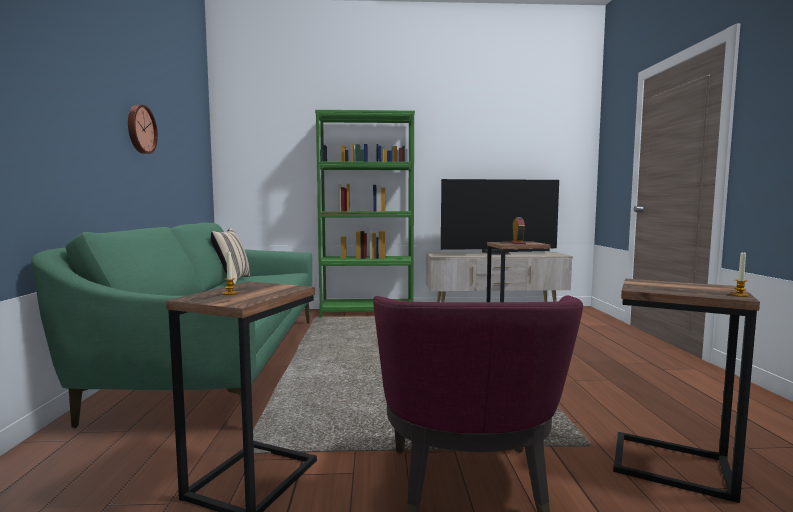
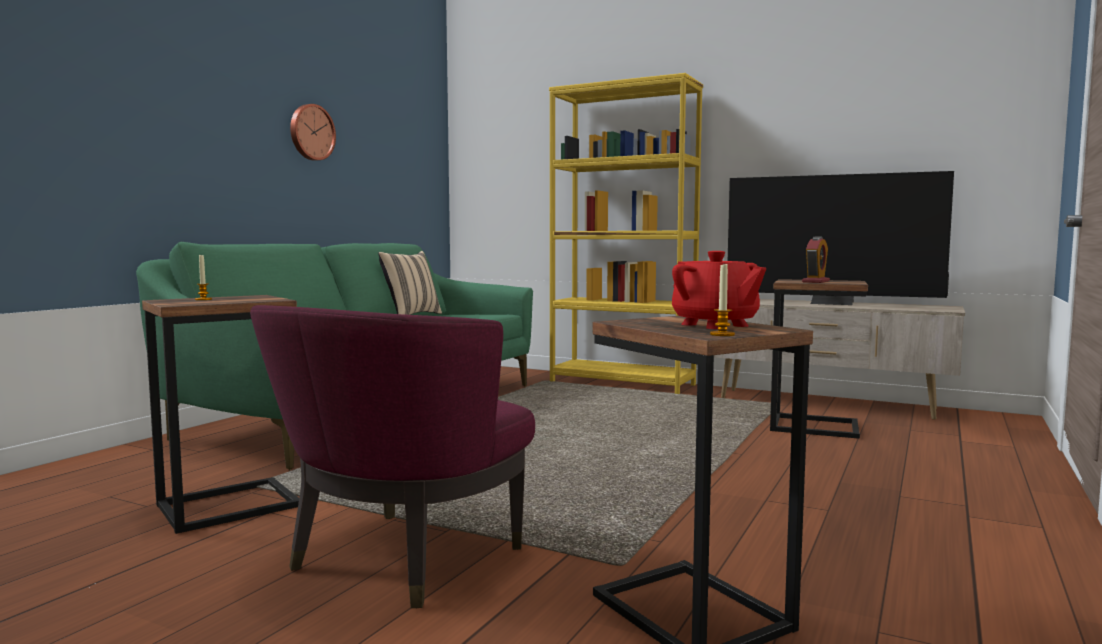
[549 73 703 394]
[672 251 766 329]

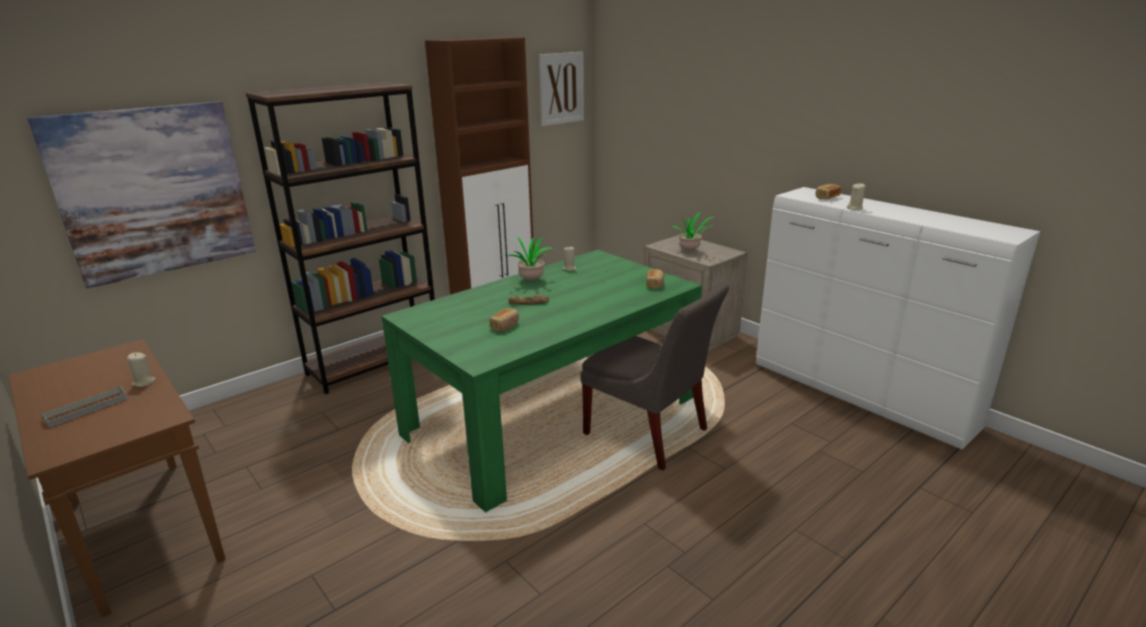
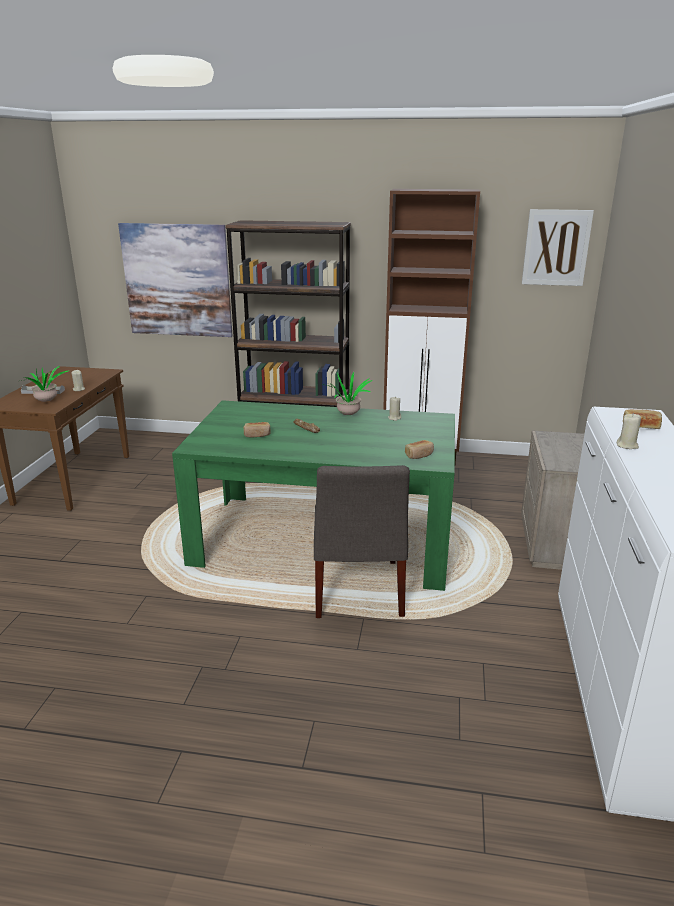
[21 366 70 402]

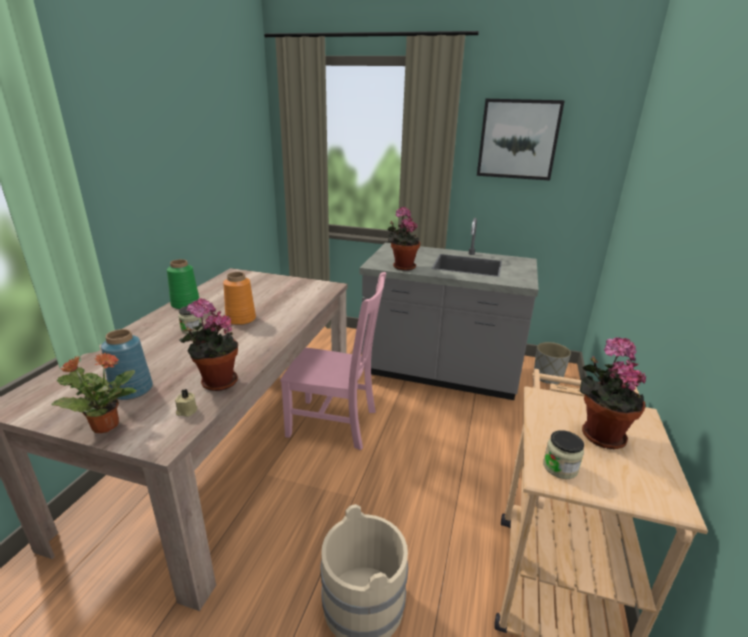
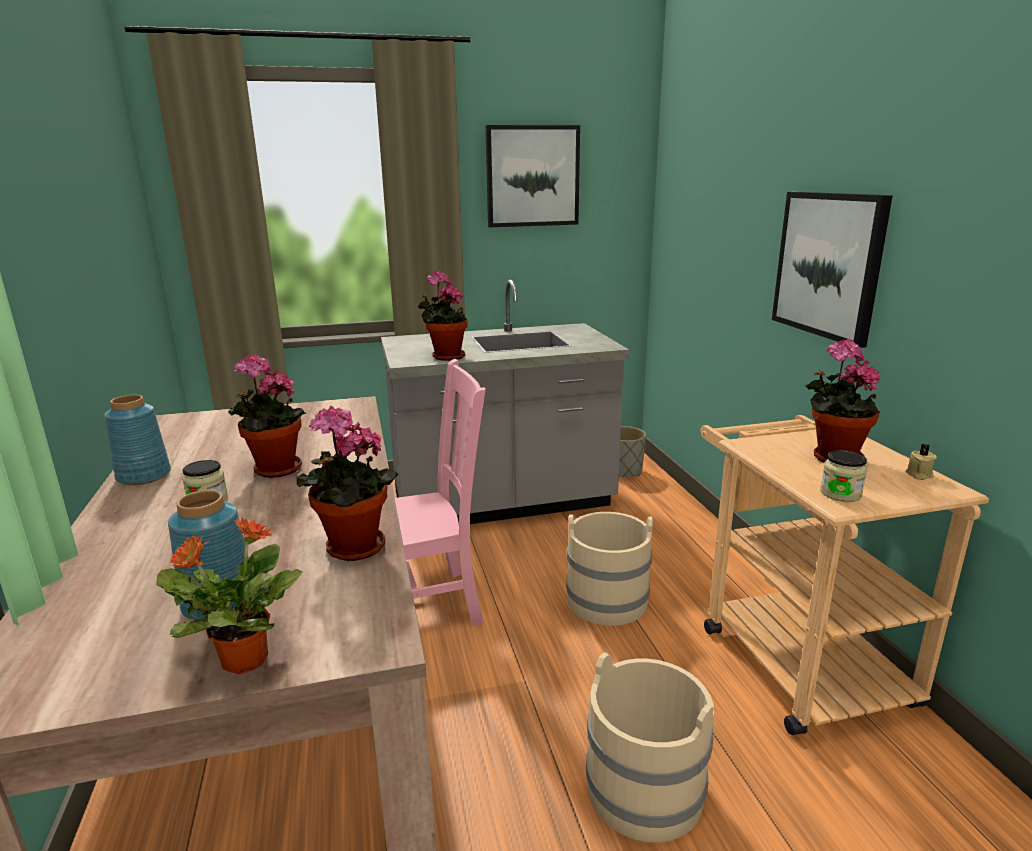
[104 395 171 485]
[905 444 937 480]
[228 354 306 478]
[566 512 653 626]
[772 192 893 348]

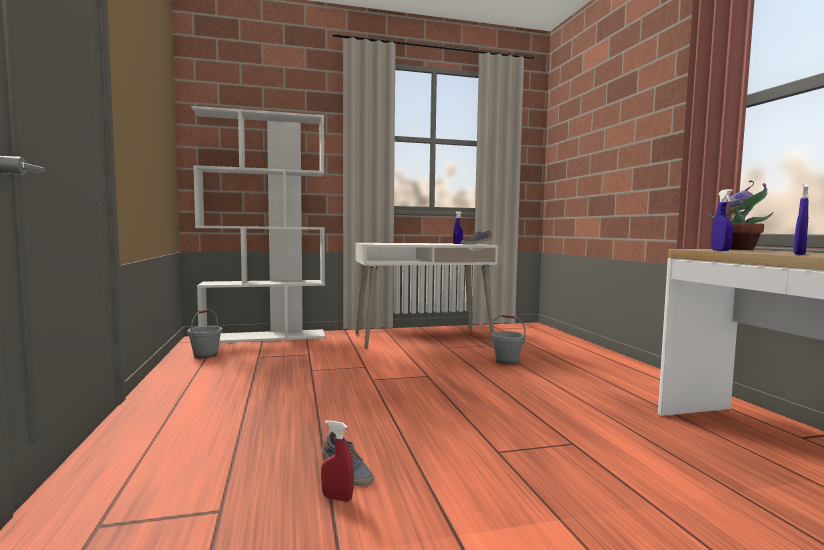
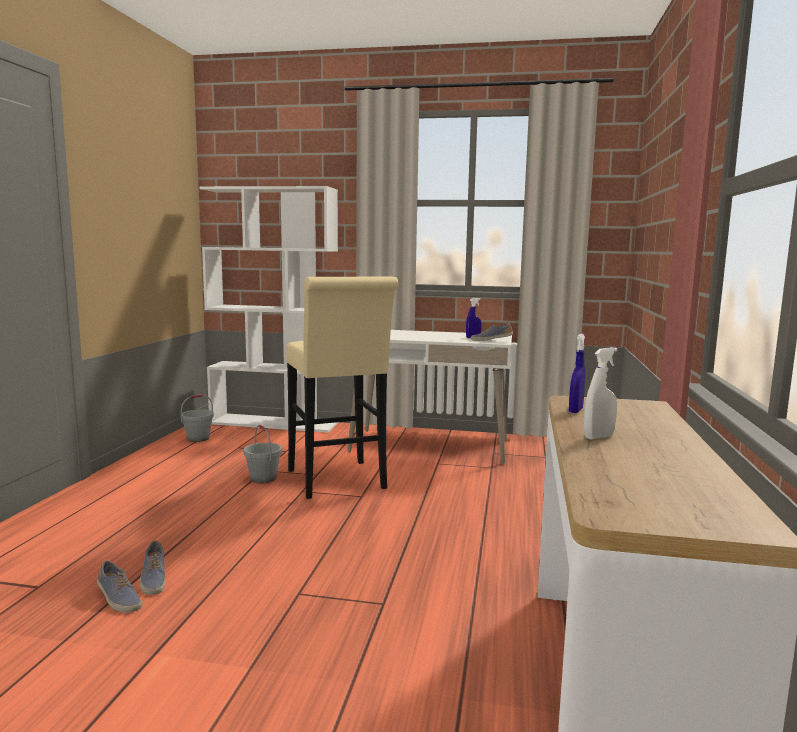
[97 560 142 613]
[244 424 282 483]
[707 180 773 250] (first image)
[584 347 618 440]
[286 277 399 499]

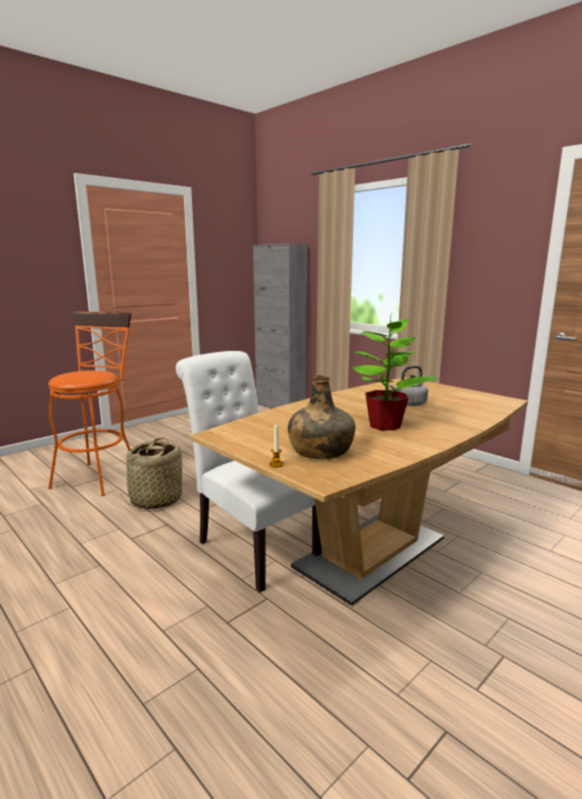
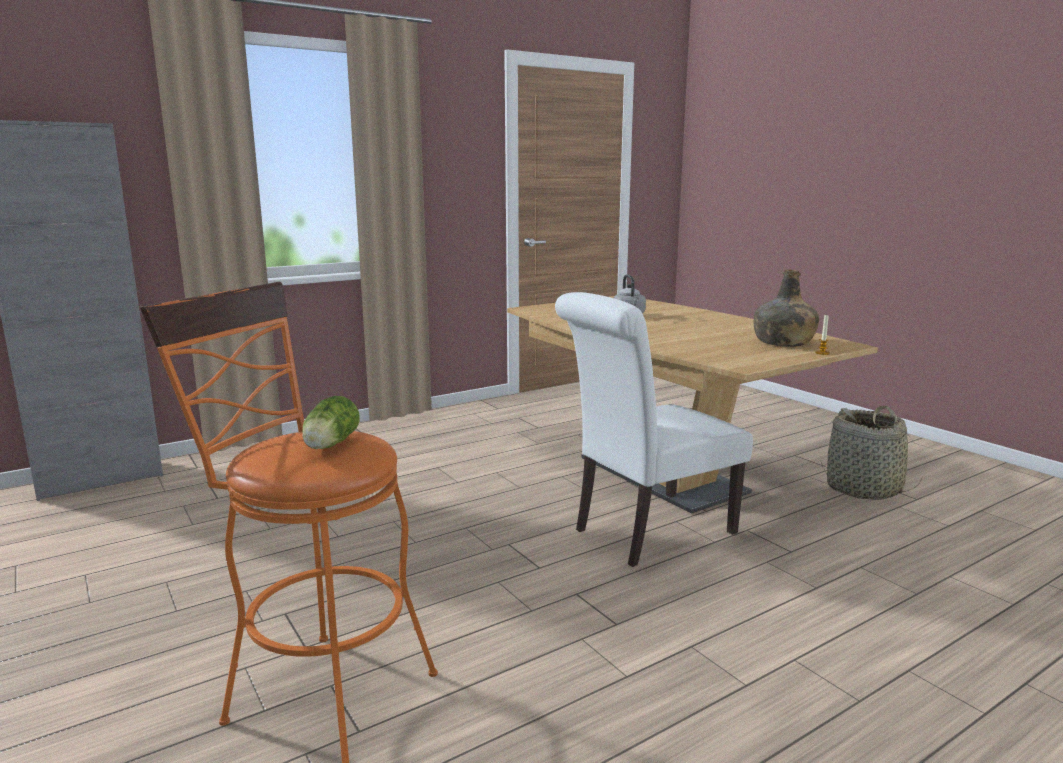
[821 406 923 500]
[352 317 439 431] (first image)
[302 396 360 449]

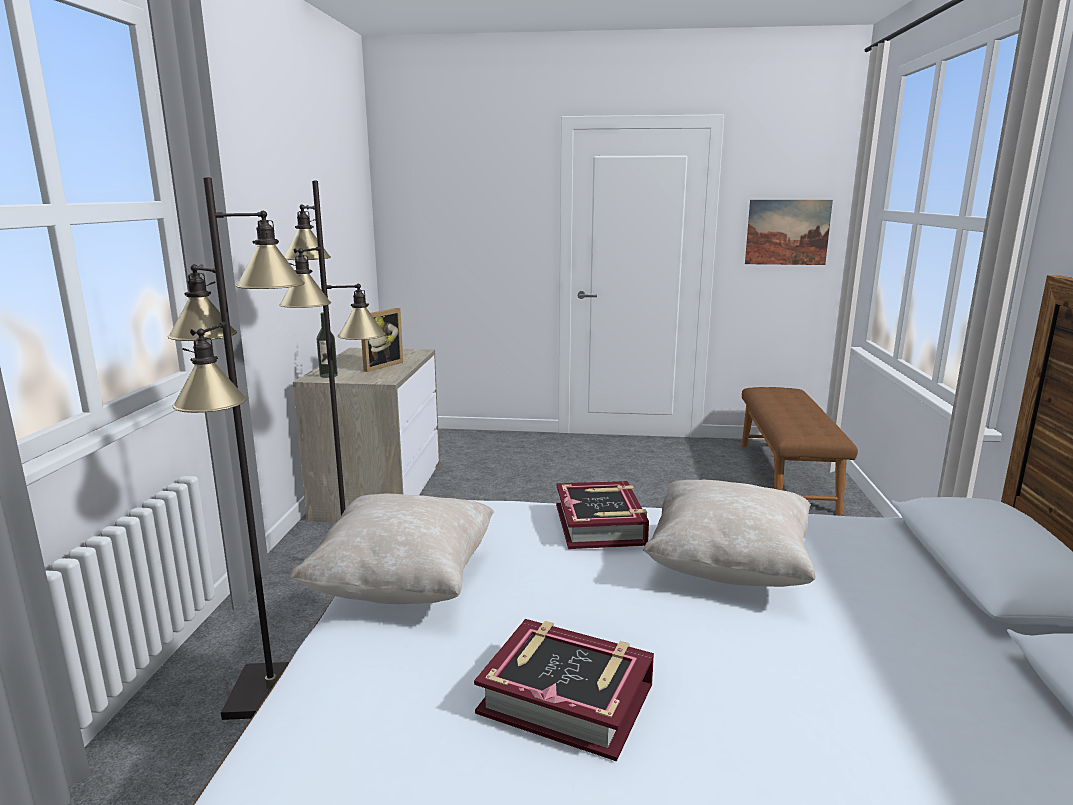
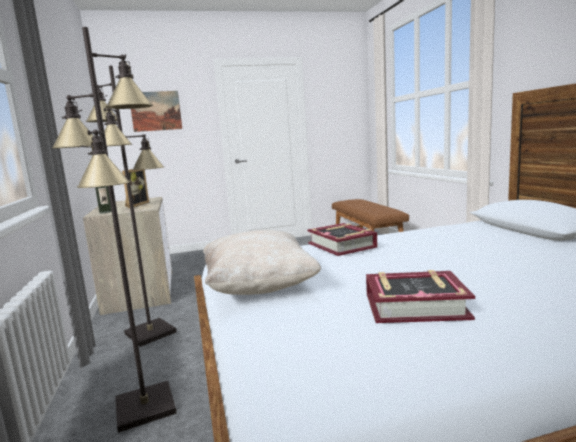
[643 480 816 587] (first image)
[131 91 182 132]

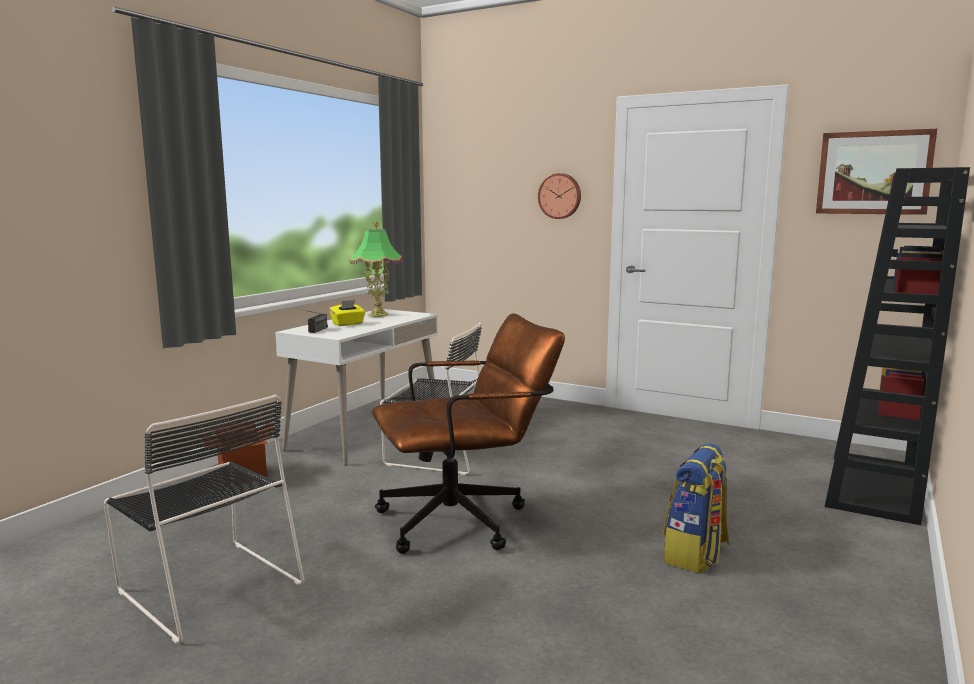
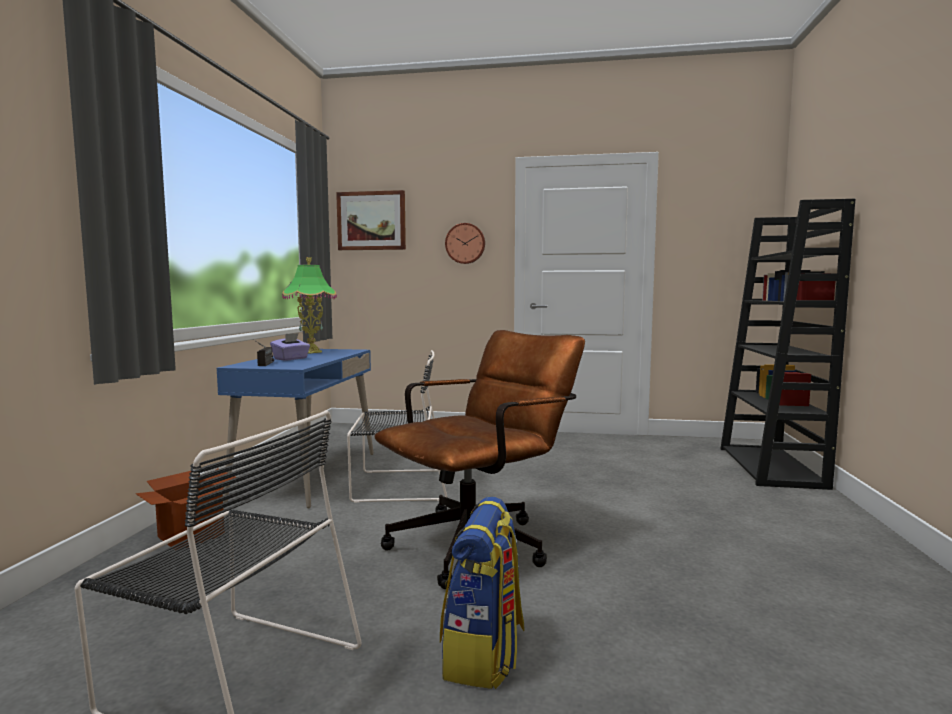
[217 349 374 508]
[270 333 310 361]
[440 497 525 689]
[336 190 406 250]

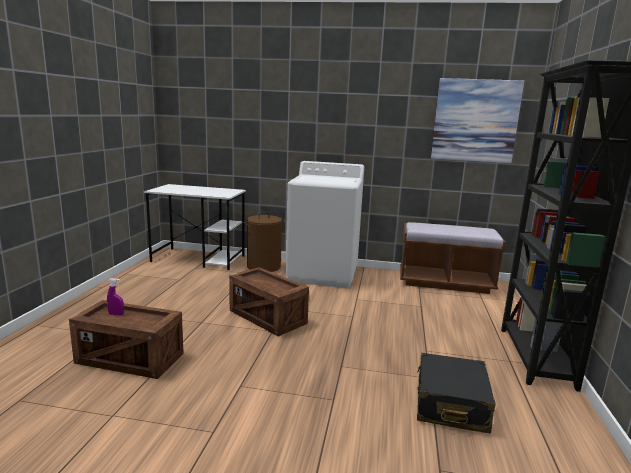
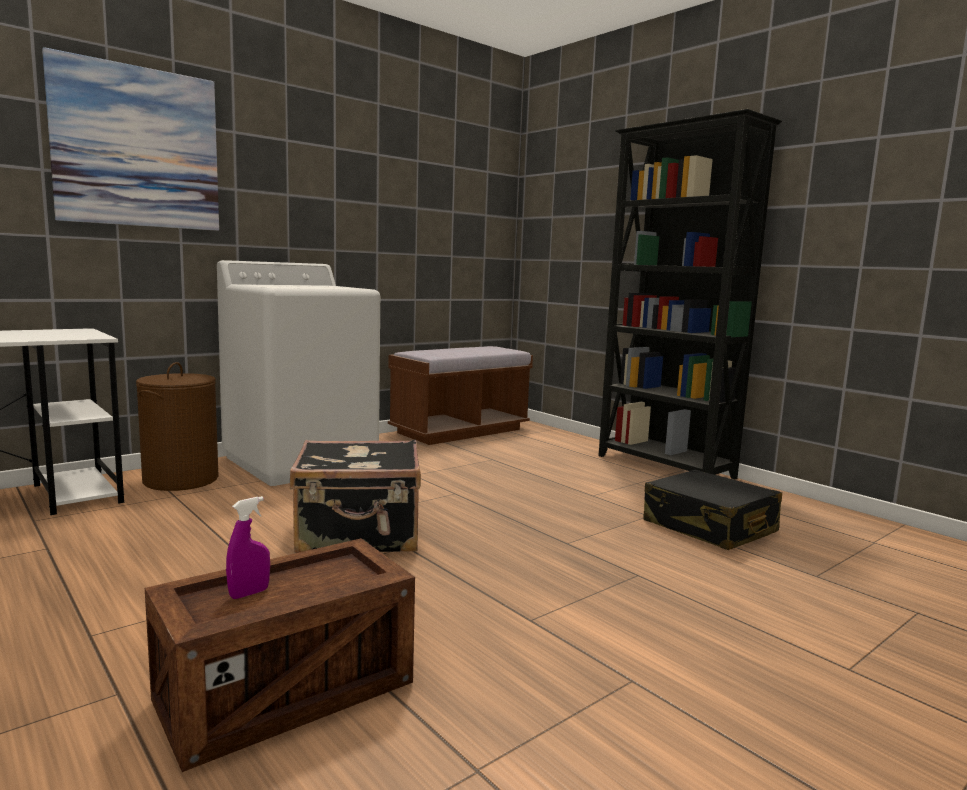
[290 440 421 553]
[42 47 219 231]

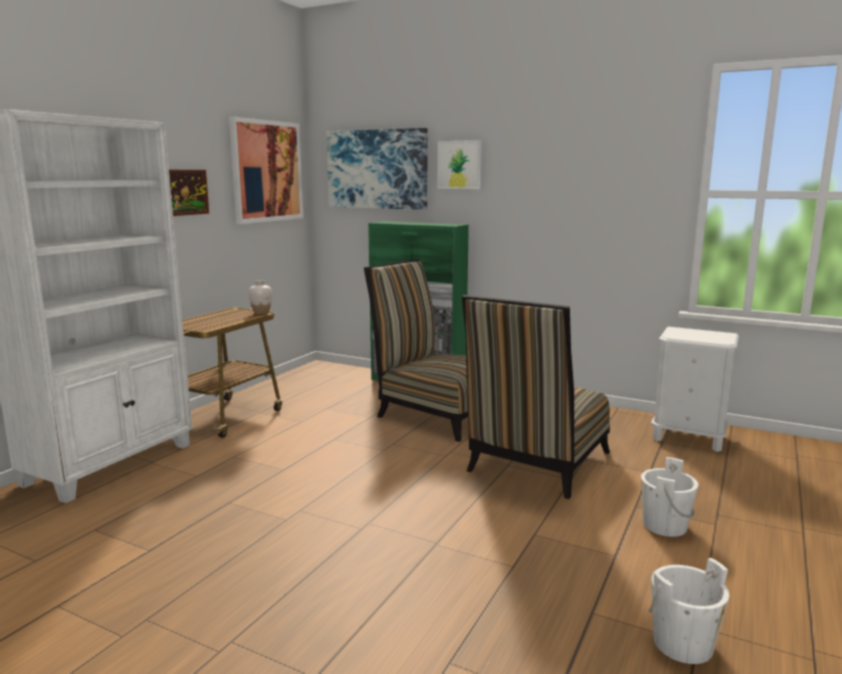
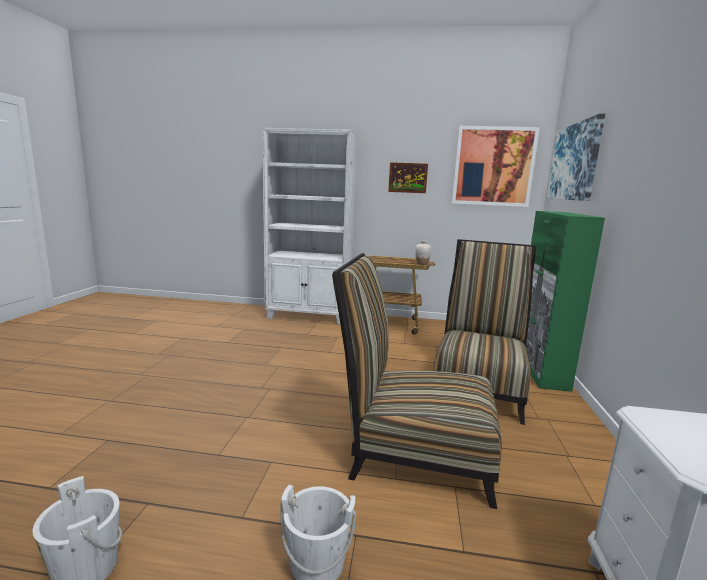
[438 140 482 189] (first image)

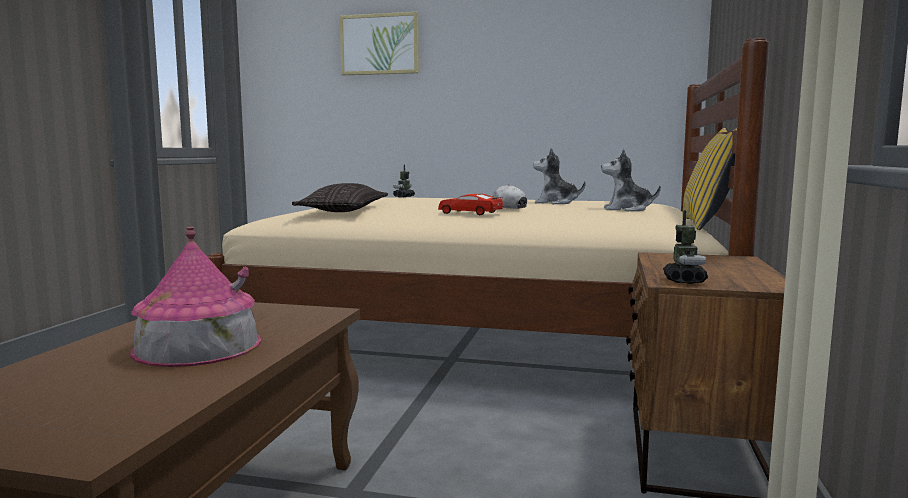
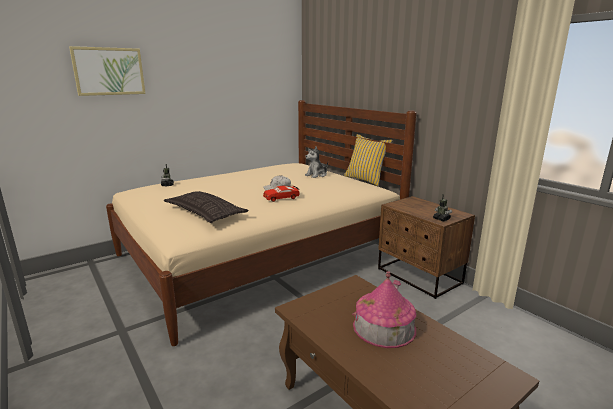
[533 148 586 204] (first image)

